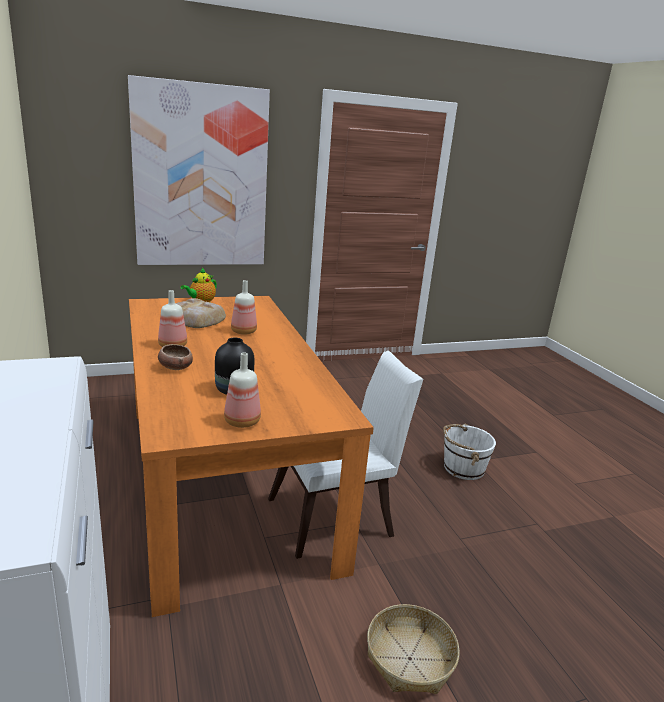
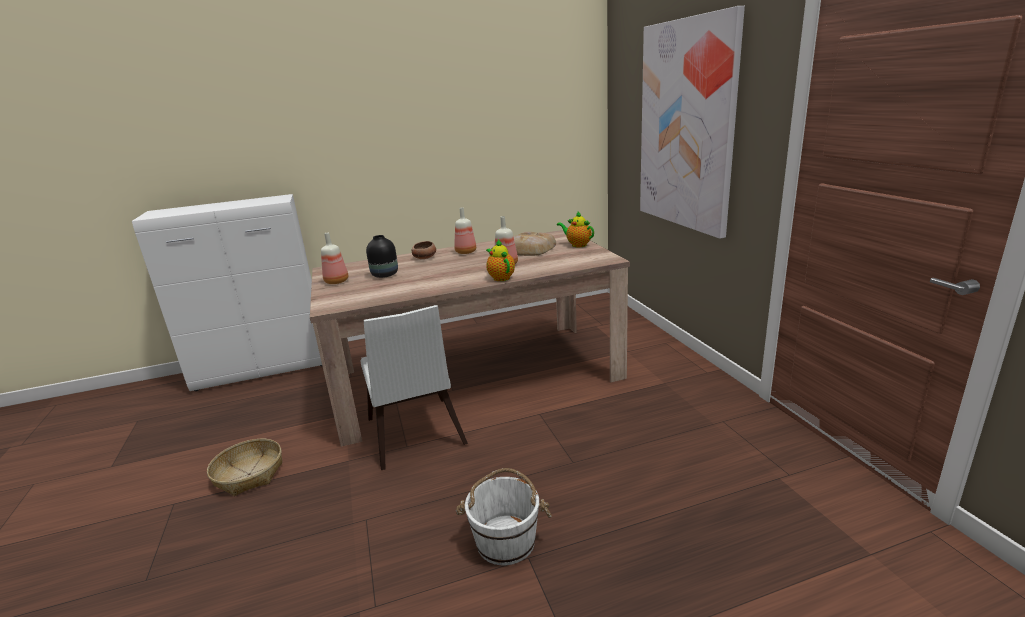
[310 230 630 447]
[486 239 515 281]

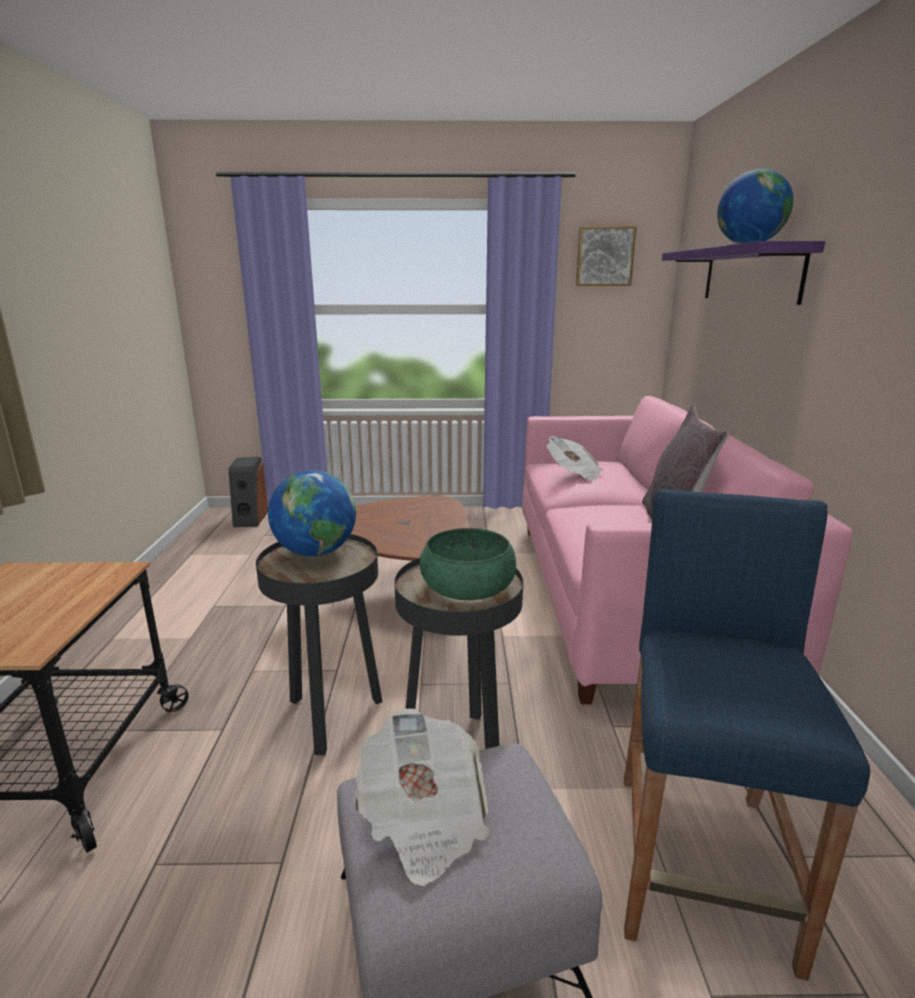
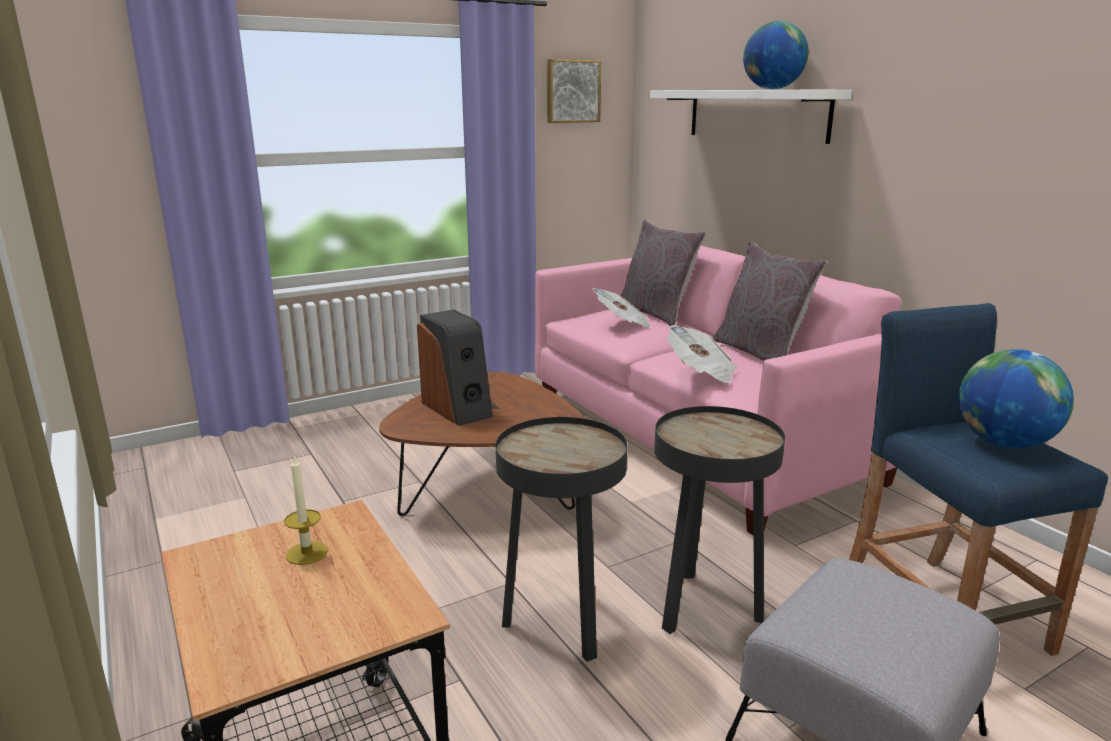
[417 309 493 426]
[959 349 1074 448]
[667 325 737 384]
[420 528 516 600] (first image)
[650 90 852 144]
[284 455 328 565]
[620 219 706 326]

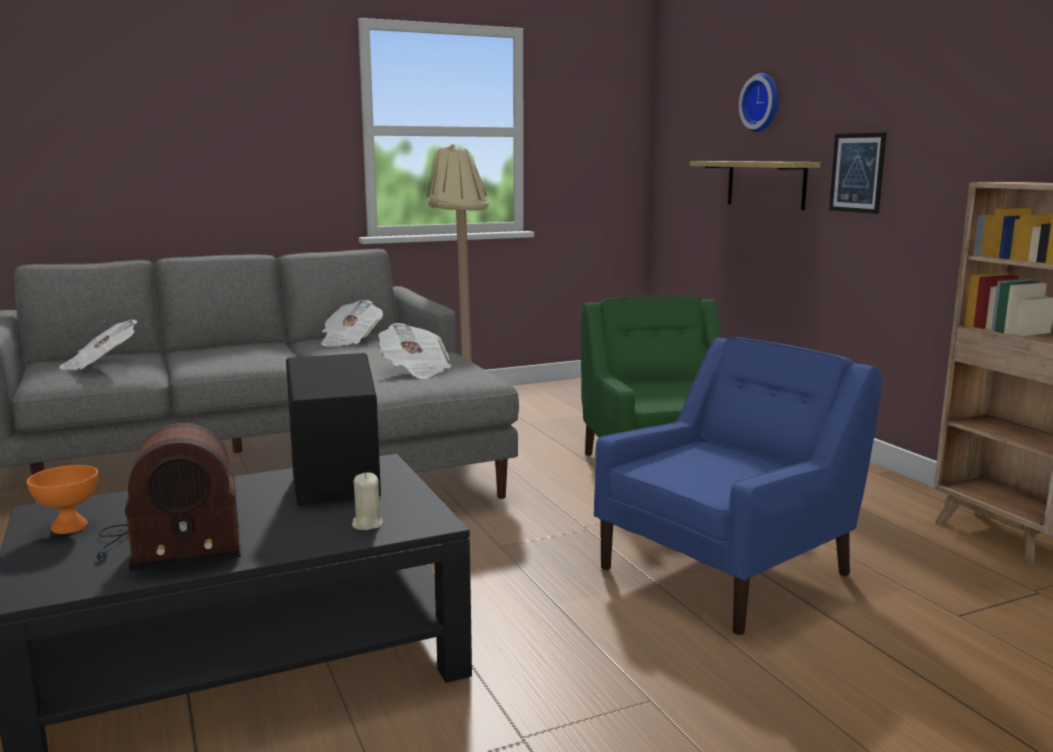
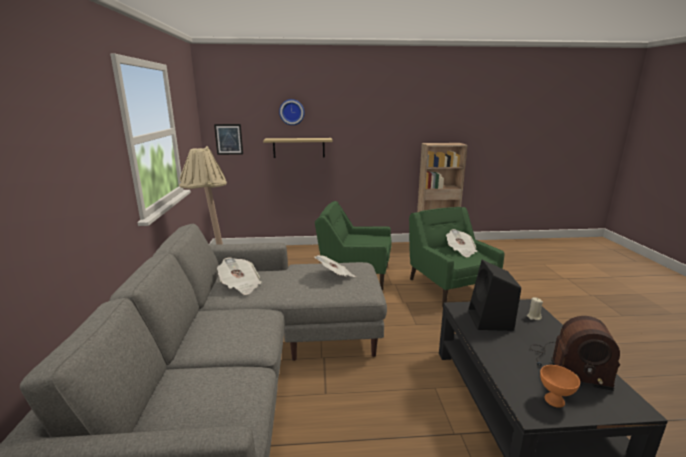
[446 229 478 257]
[530 316 620 391]
[409 207 505 307]
[214 124 243 155]

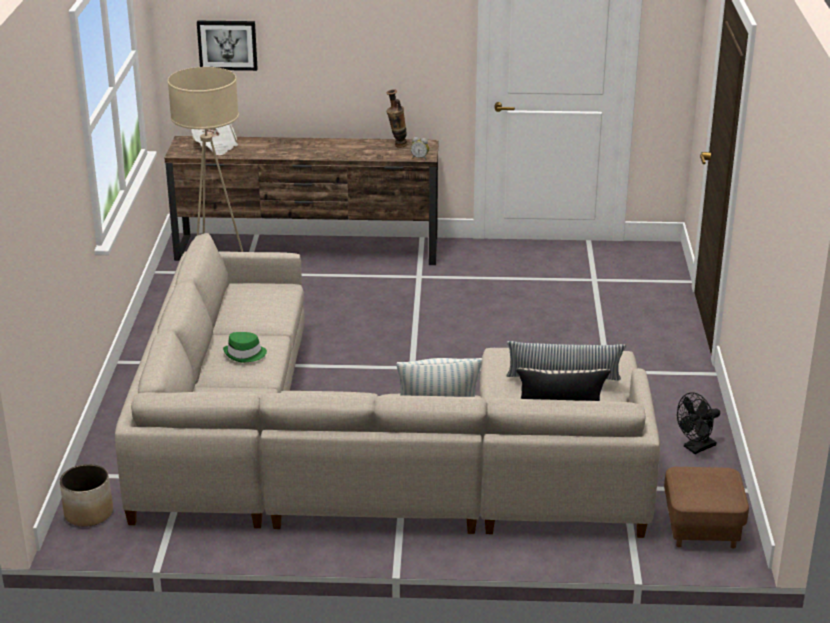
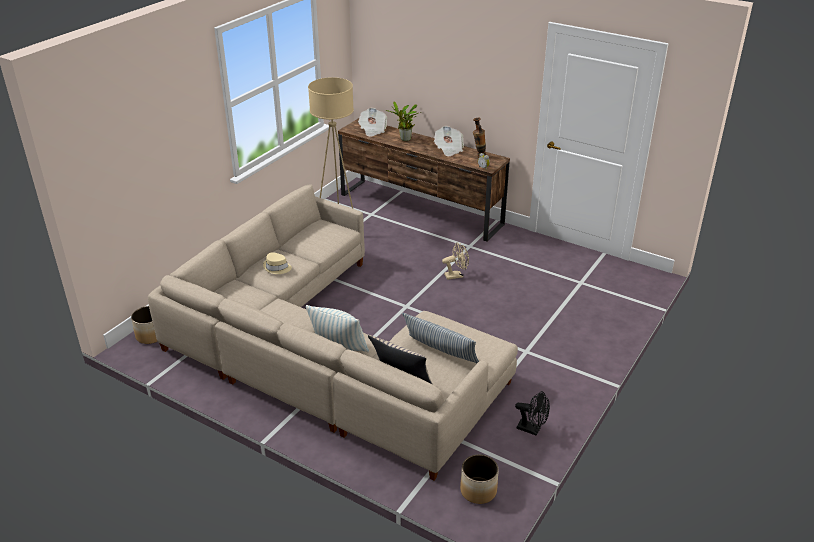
[197 21 258 71] (first image)
[263 252 292 274]
[460 454 499 504]
[515 391 550 436]
[386 102 421 141]
[434 126 464 156]
[442 242 469 280]

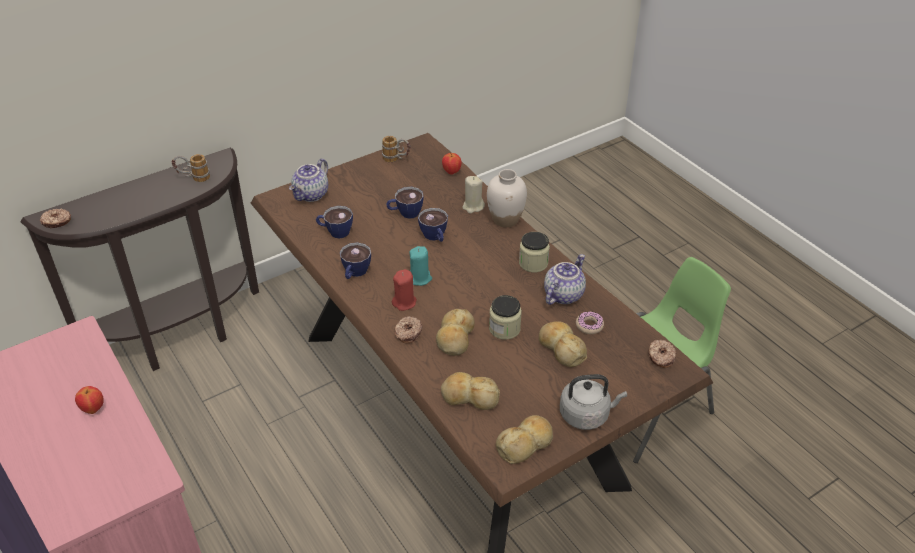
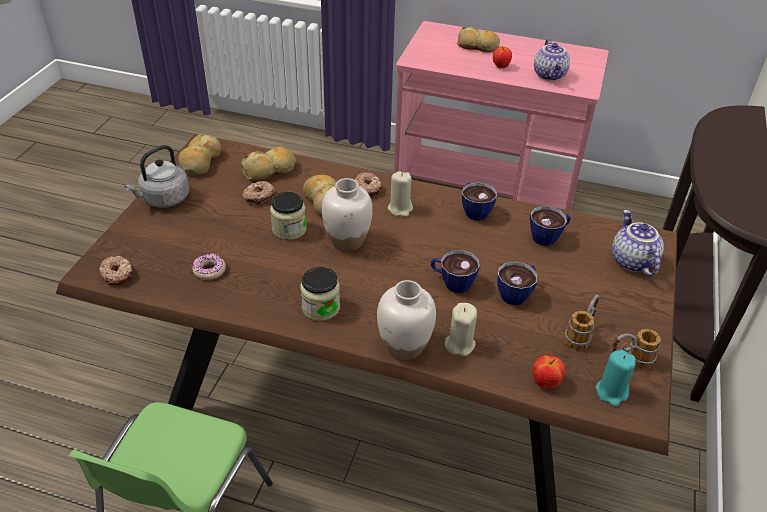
[242 181 275 206]
[564 295 600 351]
[388 171 413 217]
[596 350 636 407]
[457 27 500 52]
[534 39 570 81]
[322 178 373 251]

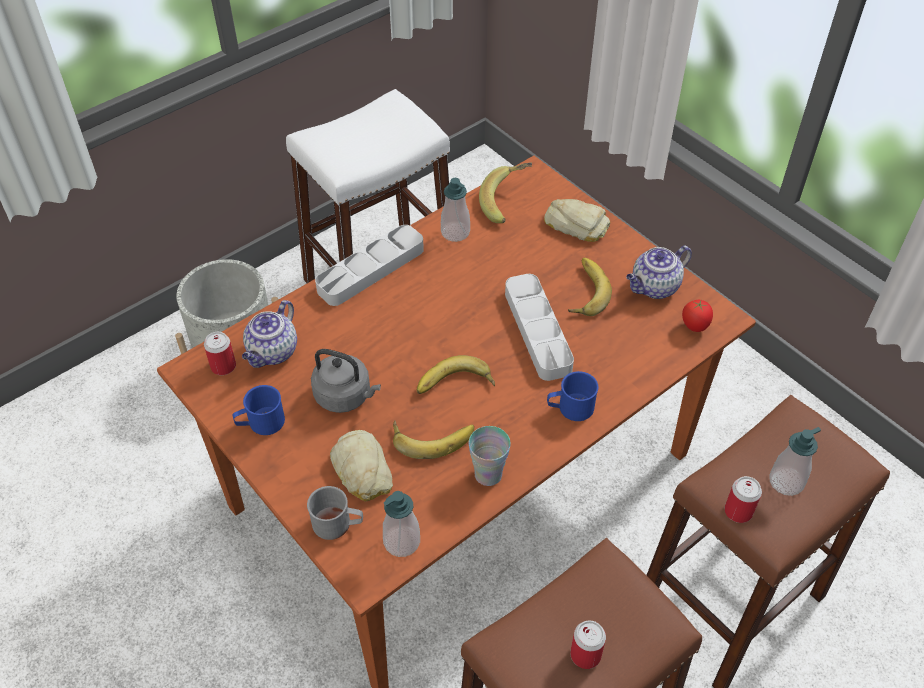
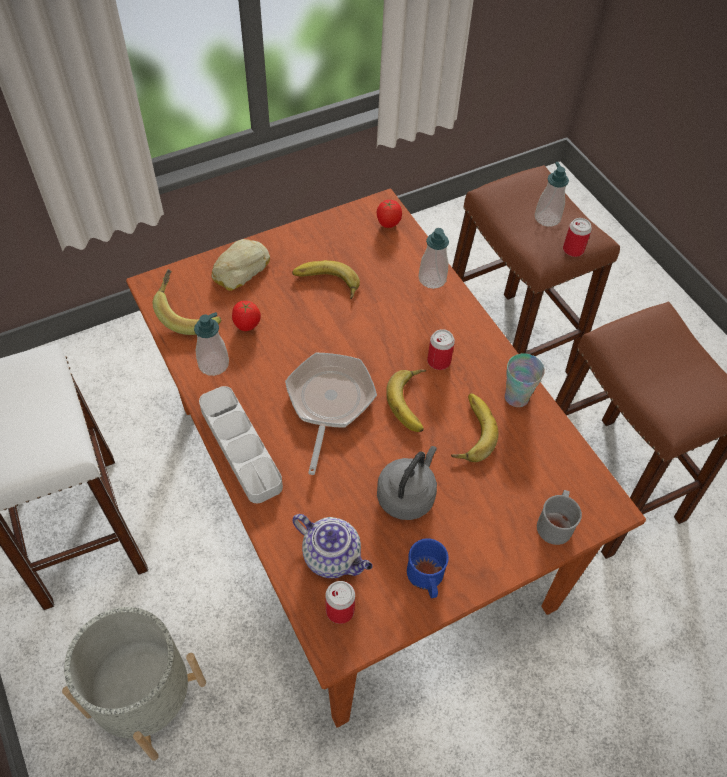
[330 430 393 501] (first image)
[418 228 449 289]
[505 274 574 381] (first image)
[547 371 598 421] (first image)
[427 329 455 370]
[626 246 692 299] (first image)
[232 301 261 331]
[285 353 377 475]

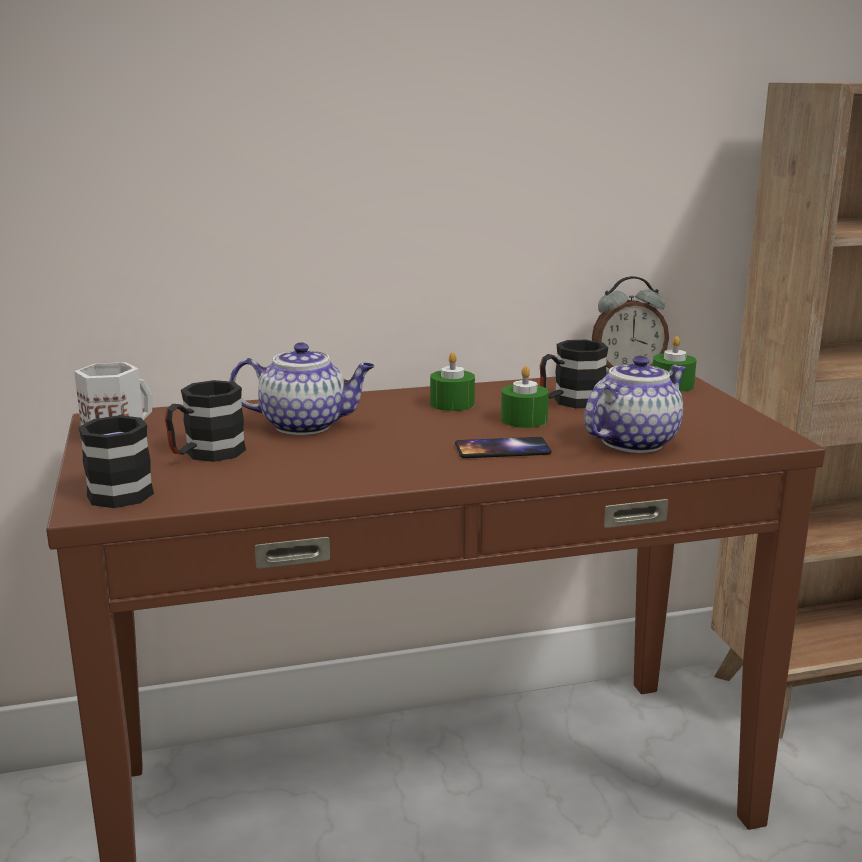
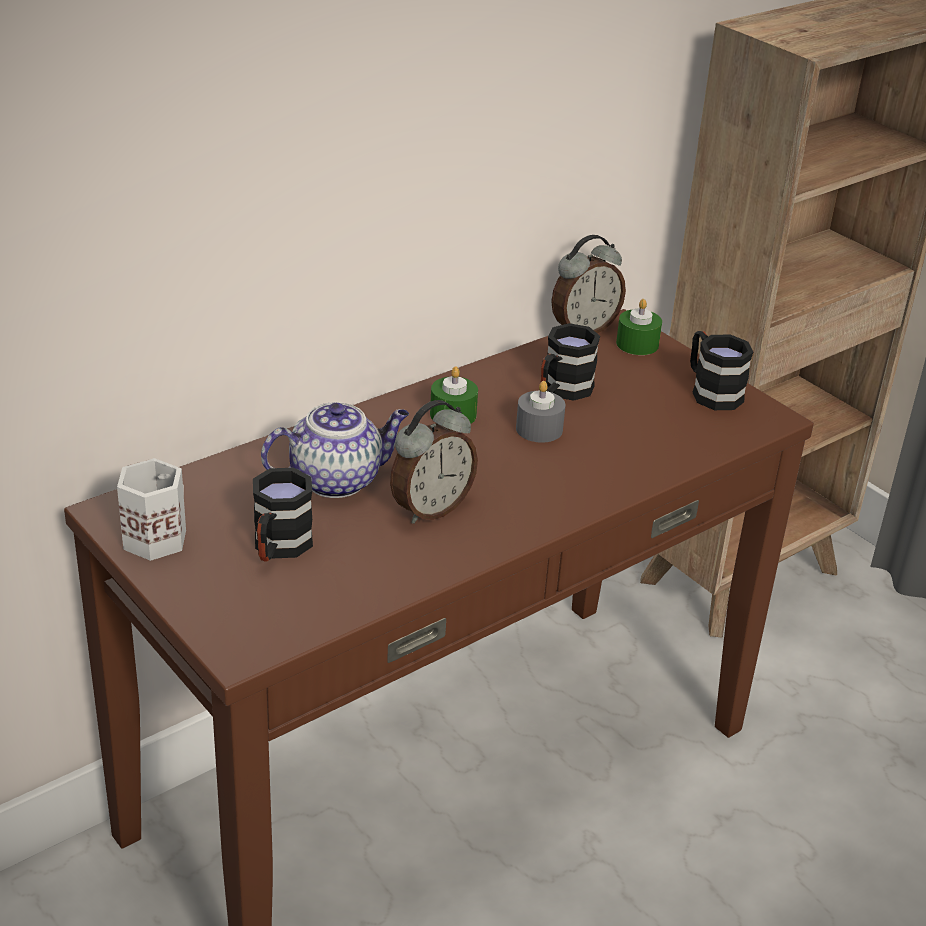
[690 331 753 410]
[455 437 551 458] (first image)
[516 381 565 443]
[584 355 686 453] (first image)
[390 400 478 524]

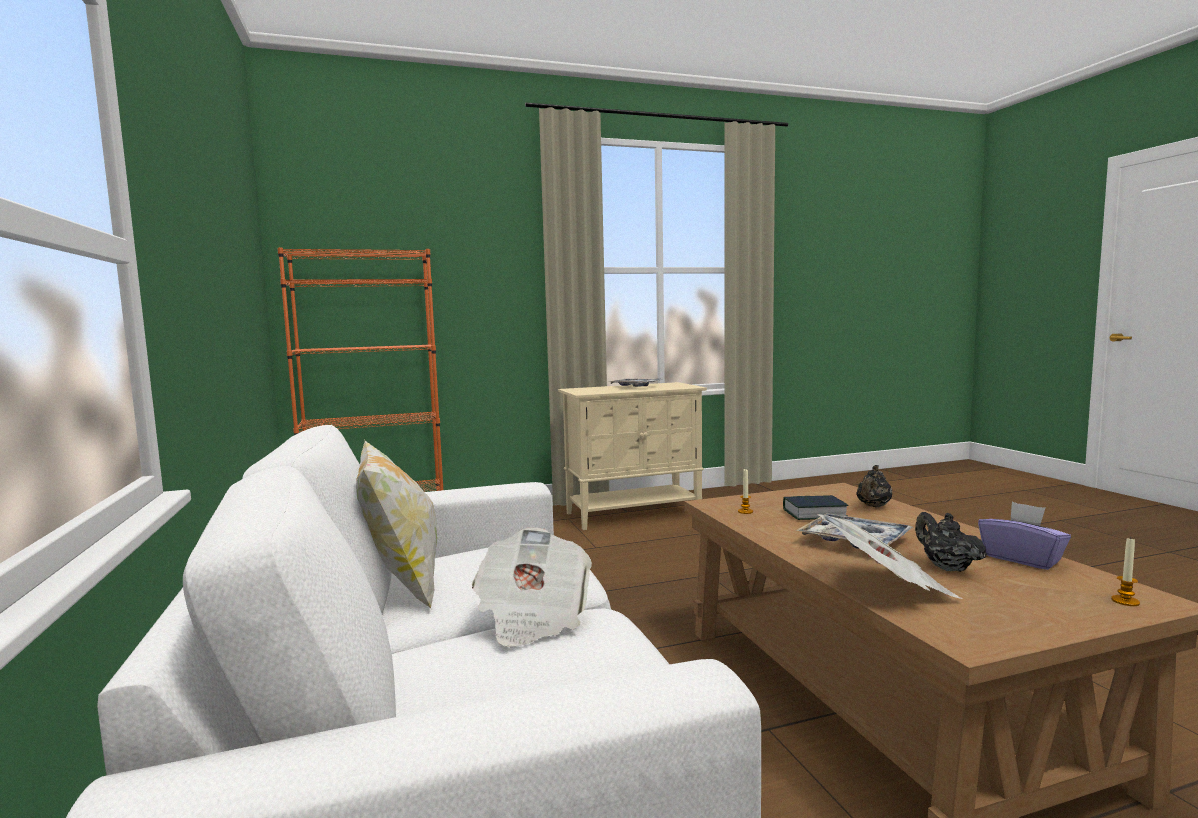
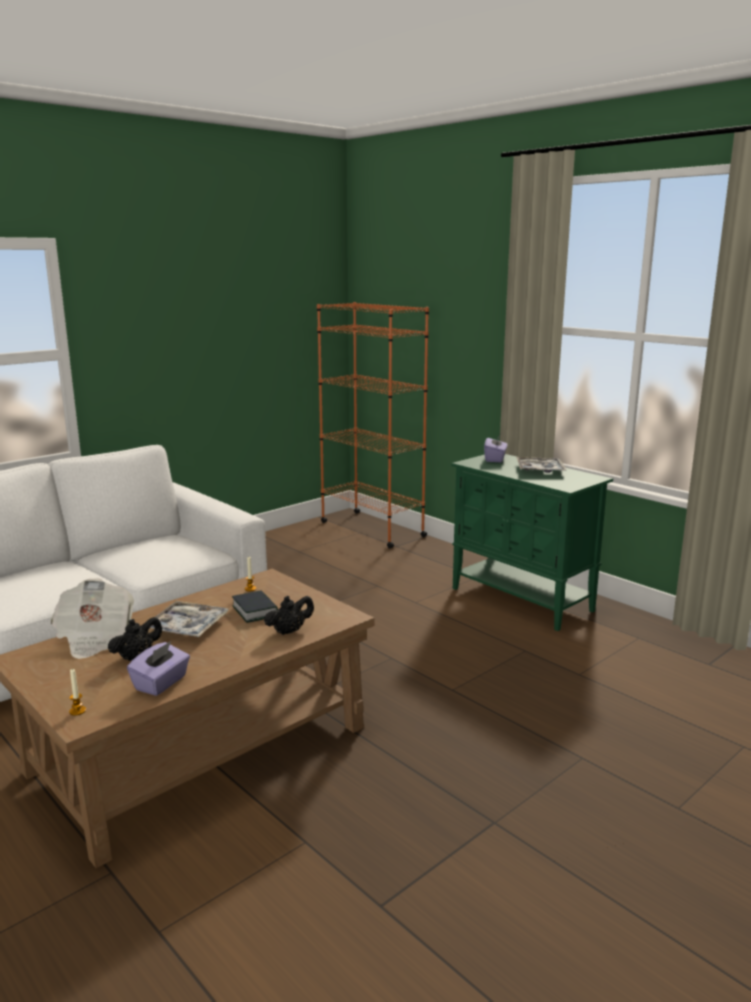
[356 439 437 608] (first image)
[472 528 592 647] (first image)
[451 454 613 631]
[264 596 314 635]
[484 434 508 462]

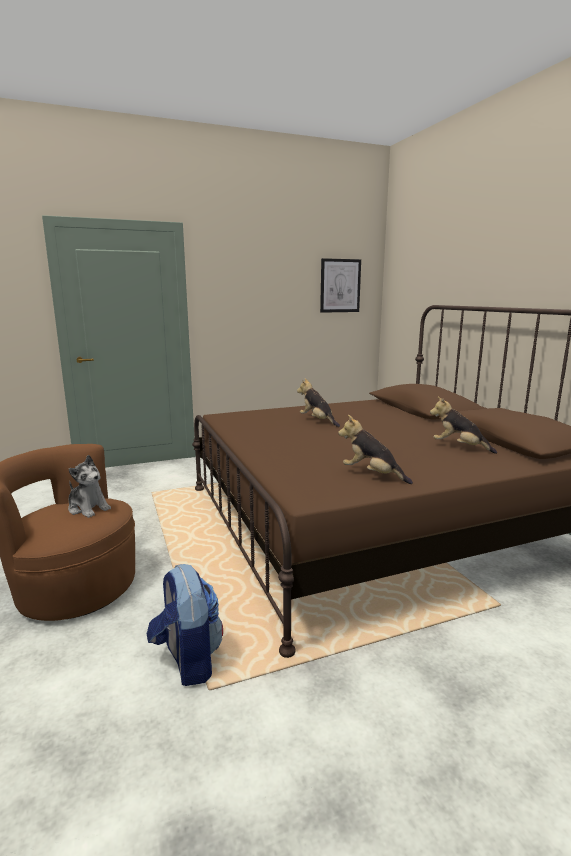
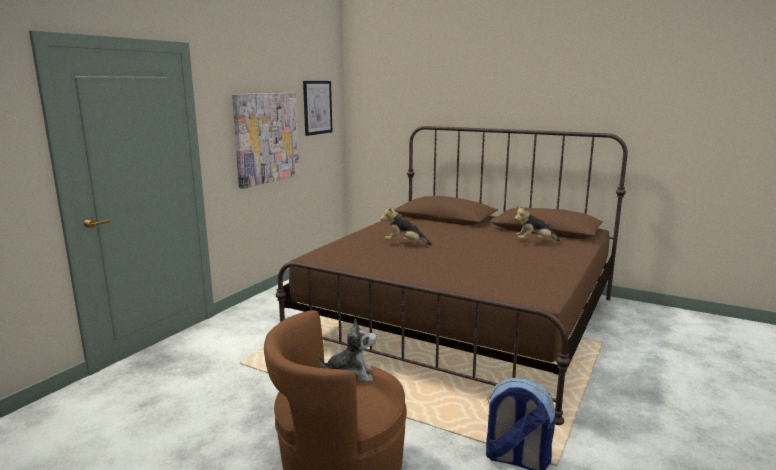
[338 415 413 484] (first image)
[232 93 300 189]

